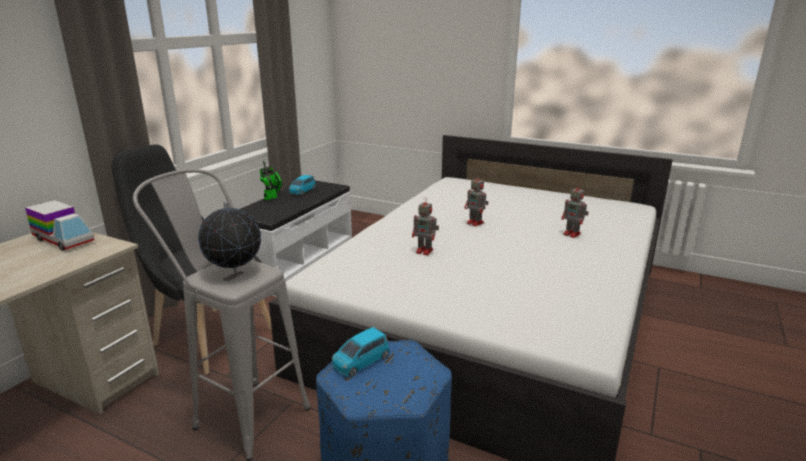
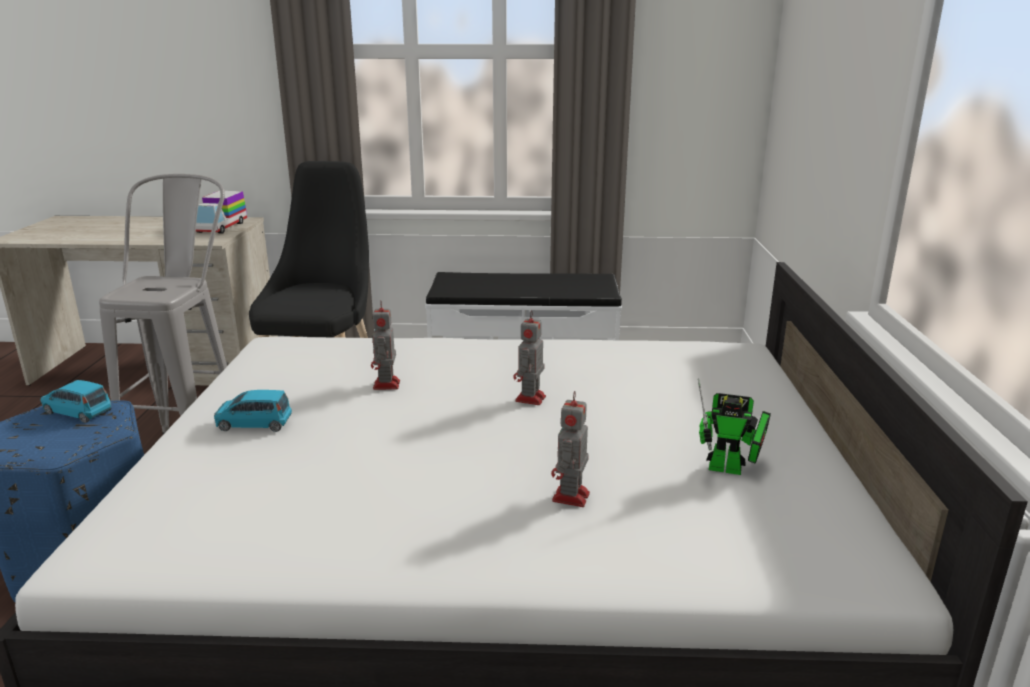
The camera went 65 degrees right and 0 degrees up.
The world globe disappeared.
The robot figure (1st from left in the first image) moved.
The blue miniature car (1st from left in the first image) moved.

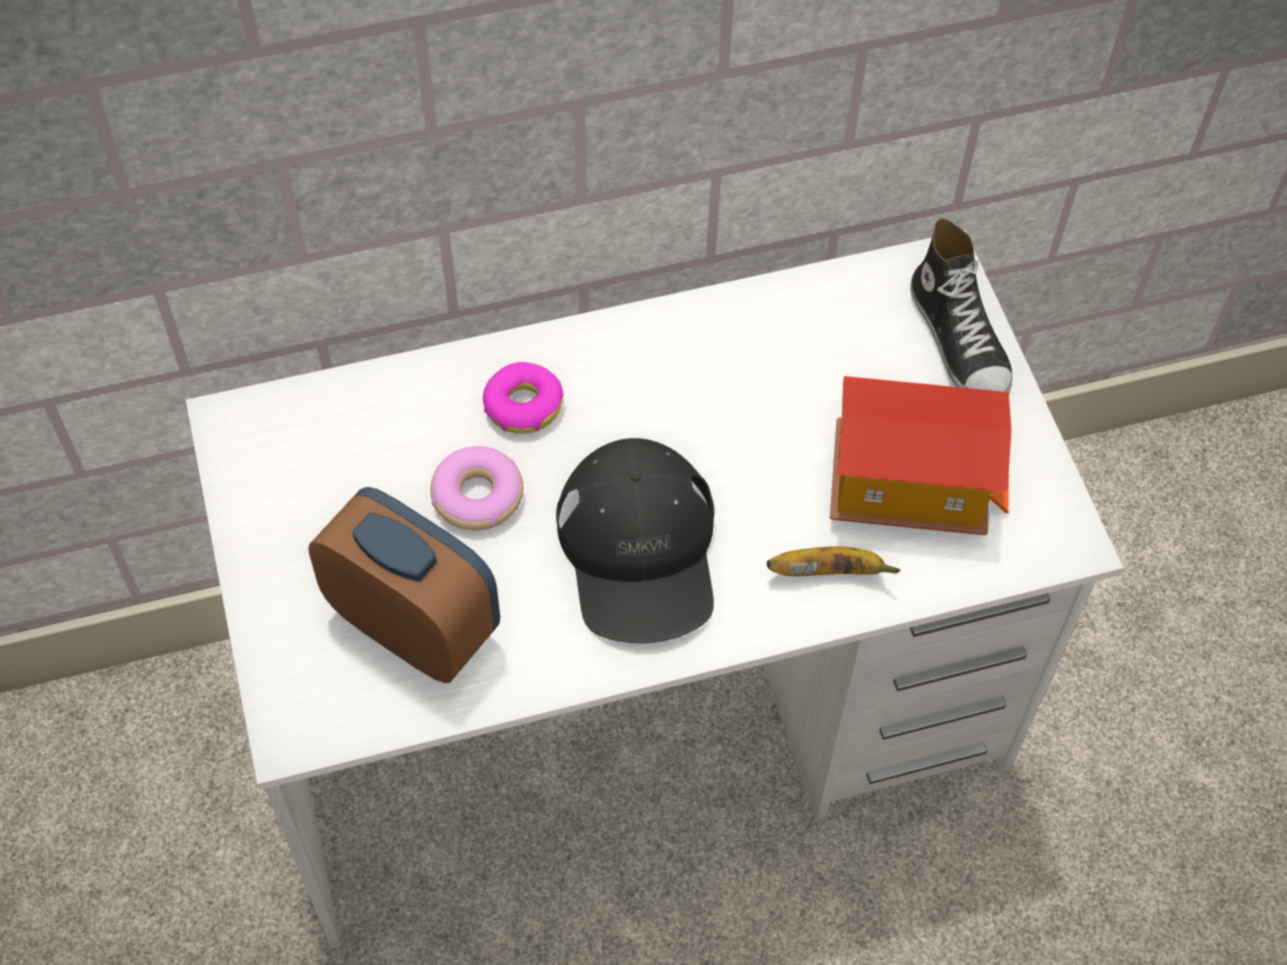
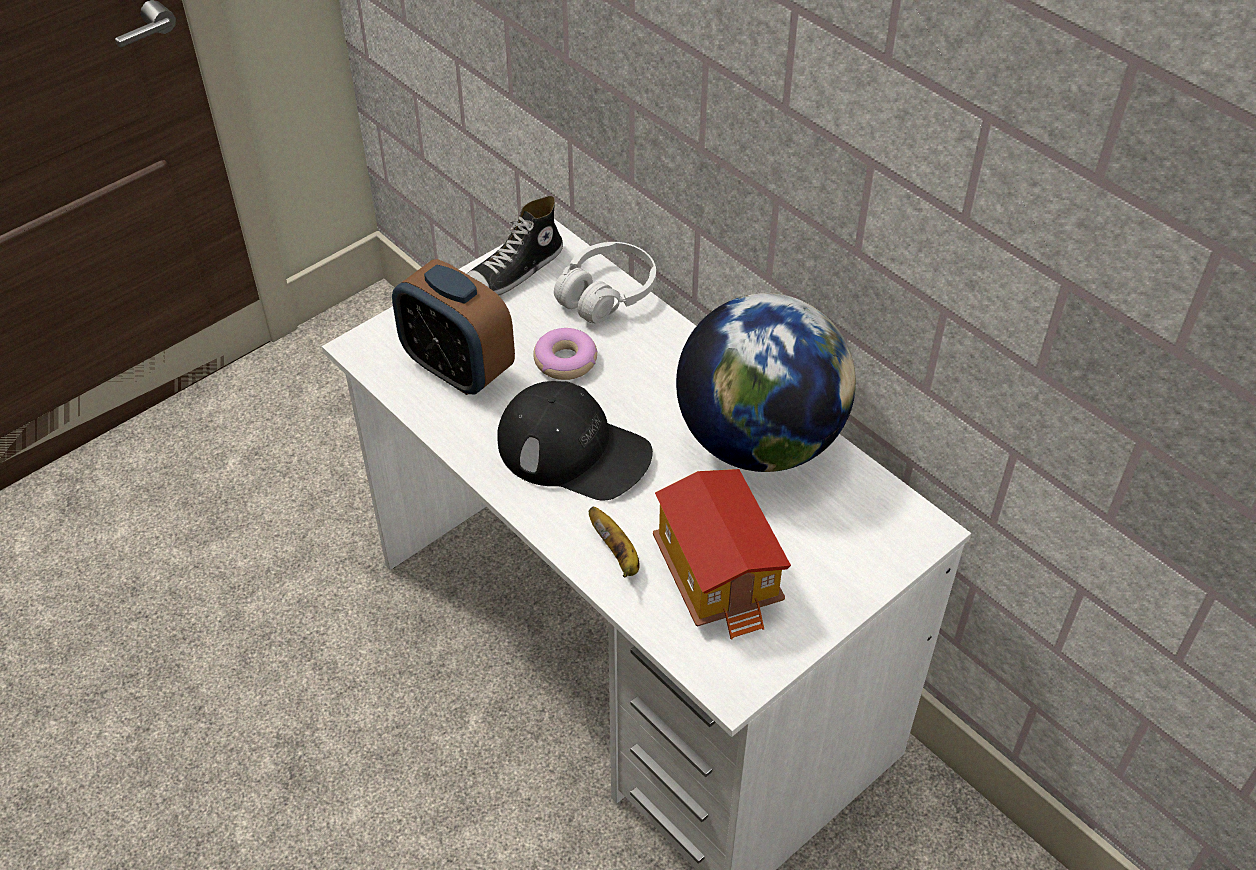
The camera went 65 degrees right and 10 degrees down.
The ring doughnut (2nd from left) disappeared.
The whitish headphones appeared.
The world globe appeared.
The low shoe moved.
The bedside clock turned 120 degrees clockwise.
The blackish peaked cap turned 120 degrees counterclockwise.

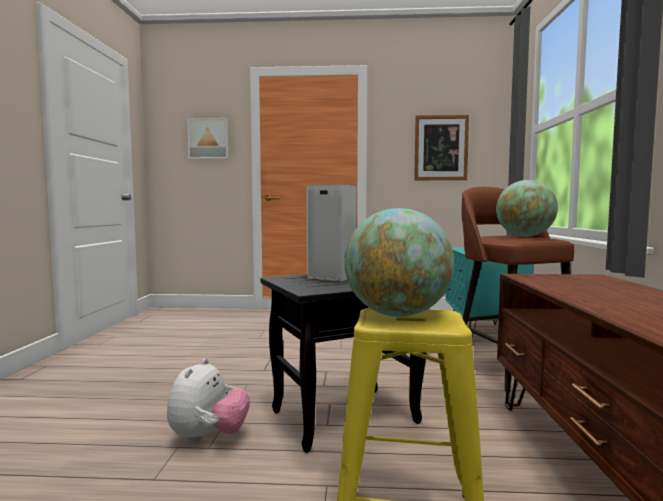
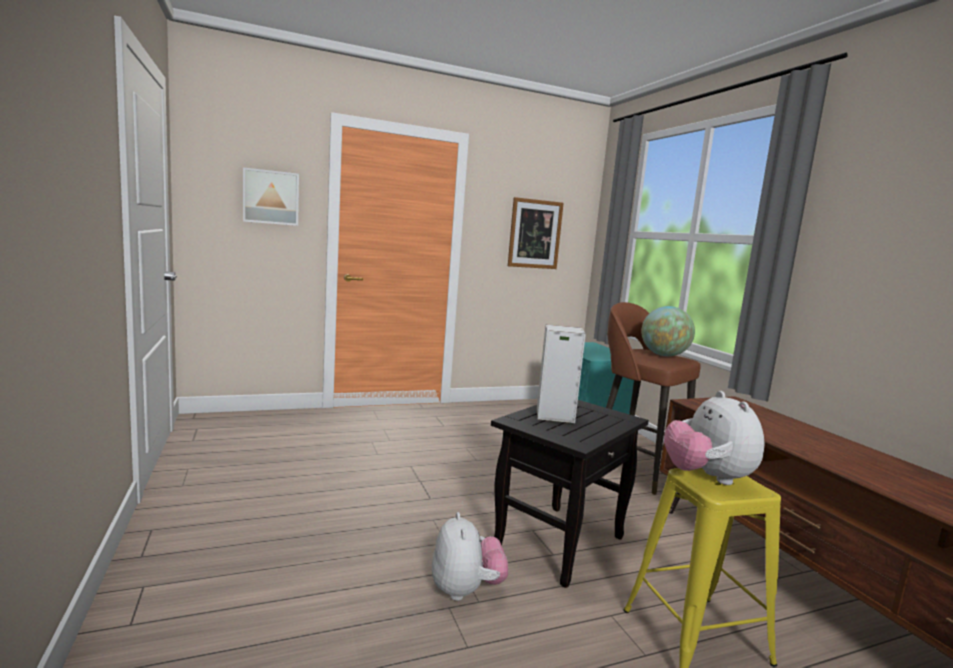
The camera went 25 degrees left and 5 degrees up.
The world globe (1st from left) was replaced by the soft toy (2nd from left).

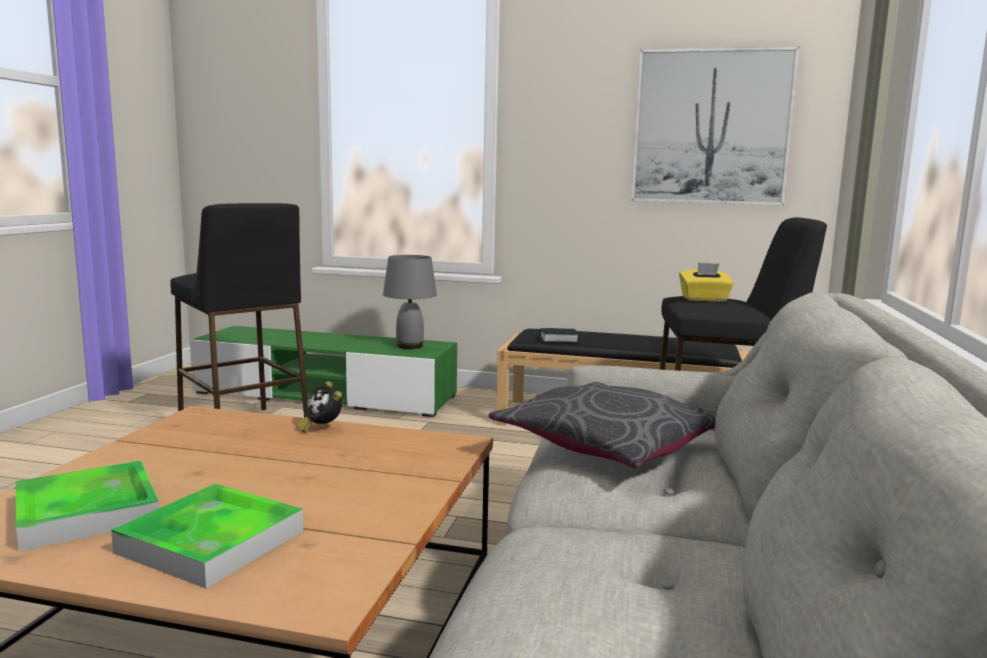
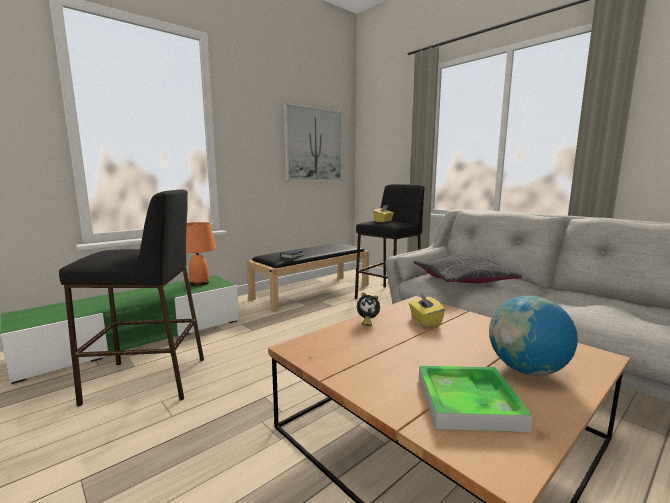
The camera went 55 degrees left and 0 degrees up.
The yellowish tissue holder (2nd from left) appeared.
The tray (2nd from left) was replaced by the world globe.
The gray lamp for a table became the orange-coloured lamp for a table.

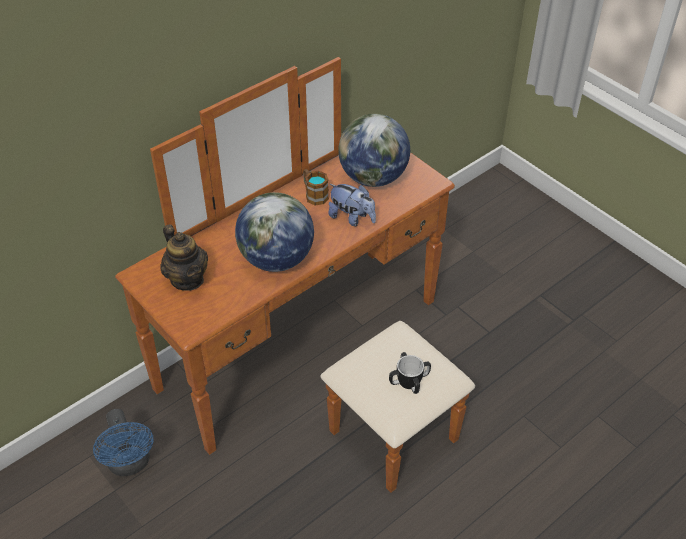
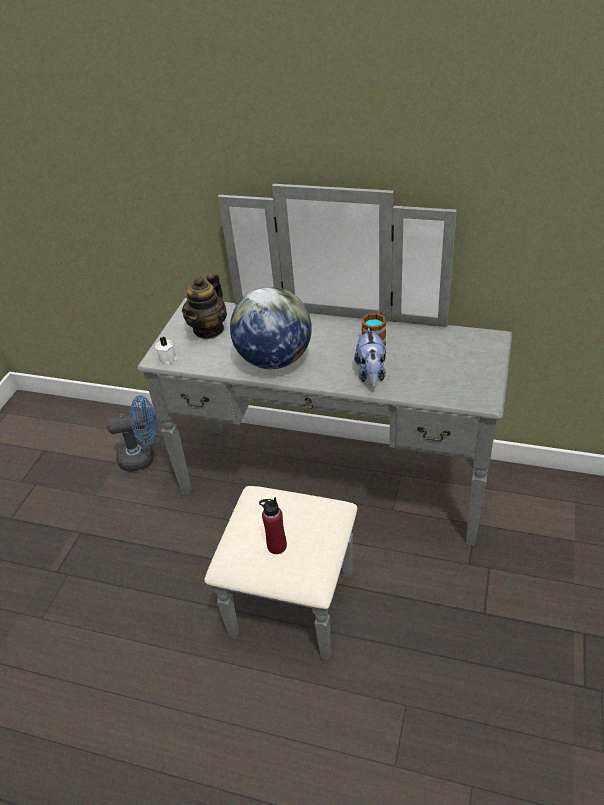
The camera went 60 degrees right and 5 degrees down.
The world globe (2nd from left) disappeared.
The whitish candle appeared.
The coffee mug (2nd from left) was replaced by the red-coloured drink bottle.
The brownish chest of drawers became the gray chest of drawers.
The blue electric fan turned 135 degrees counterclockwise.

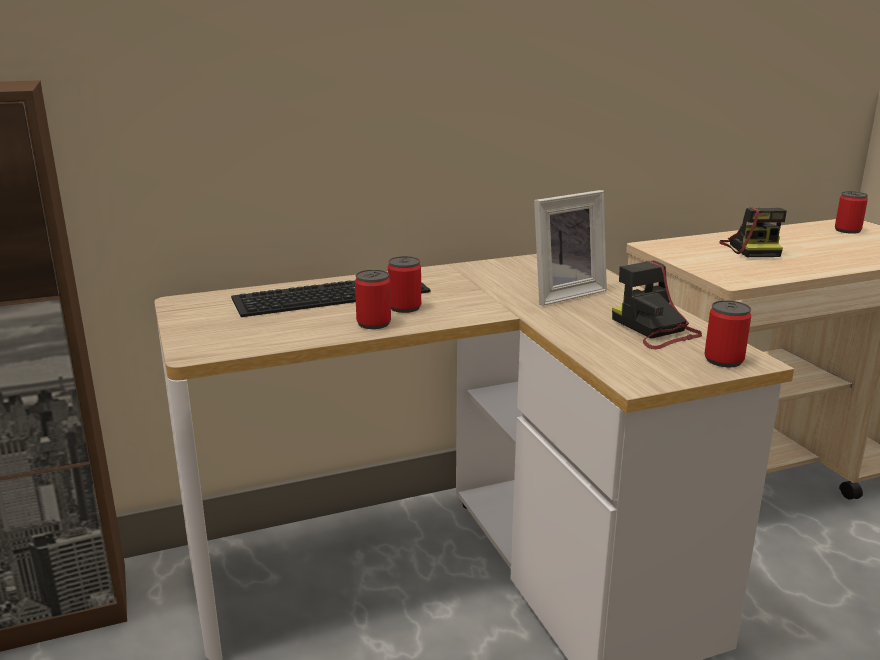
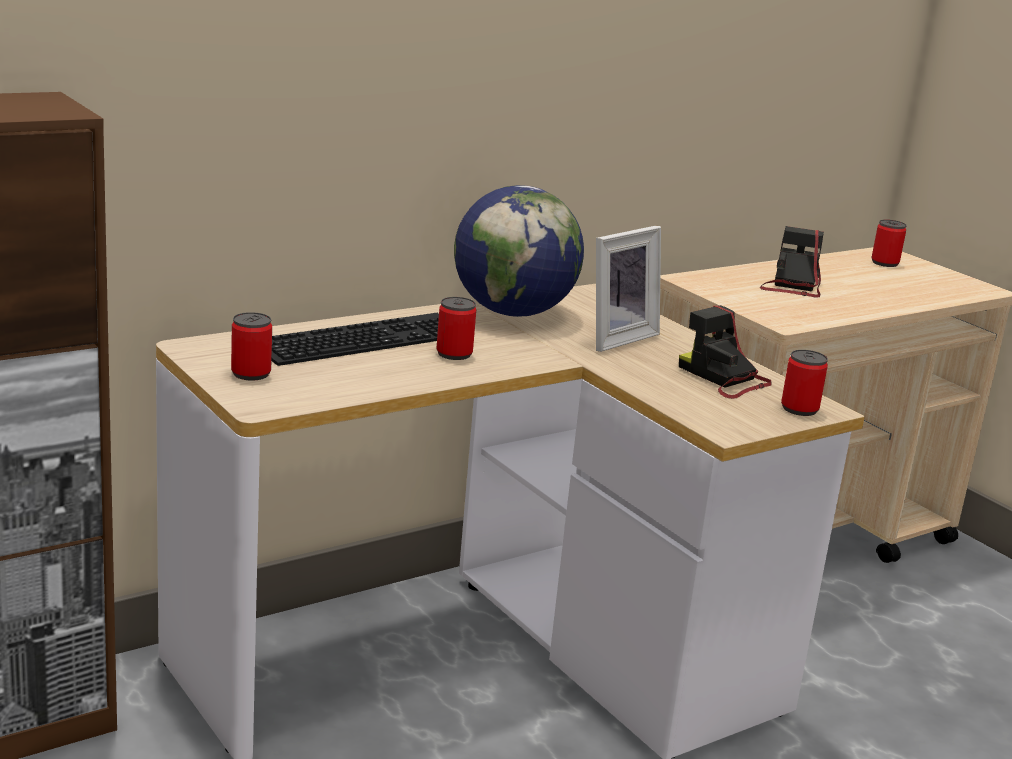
The camera went 15 degrees left and 0 degrees up.
The world globe appeared.
The can (1st from left) moved.
The photo camera (2nd from left) turned 150 degrees counterclockwise.

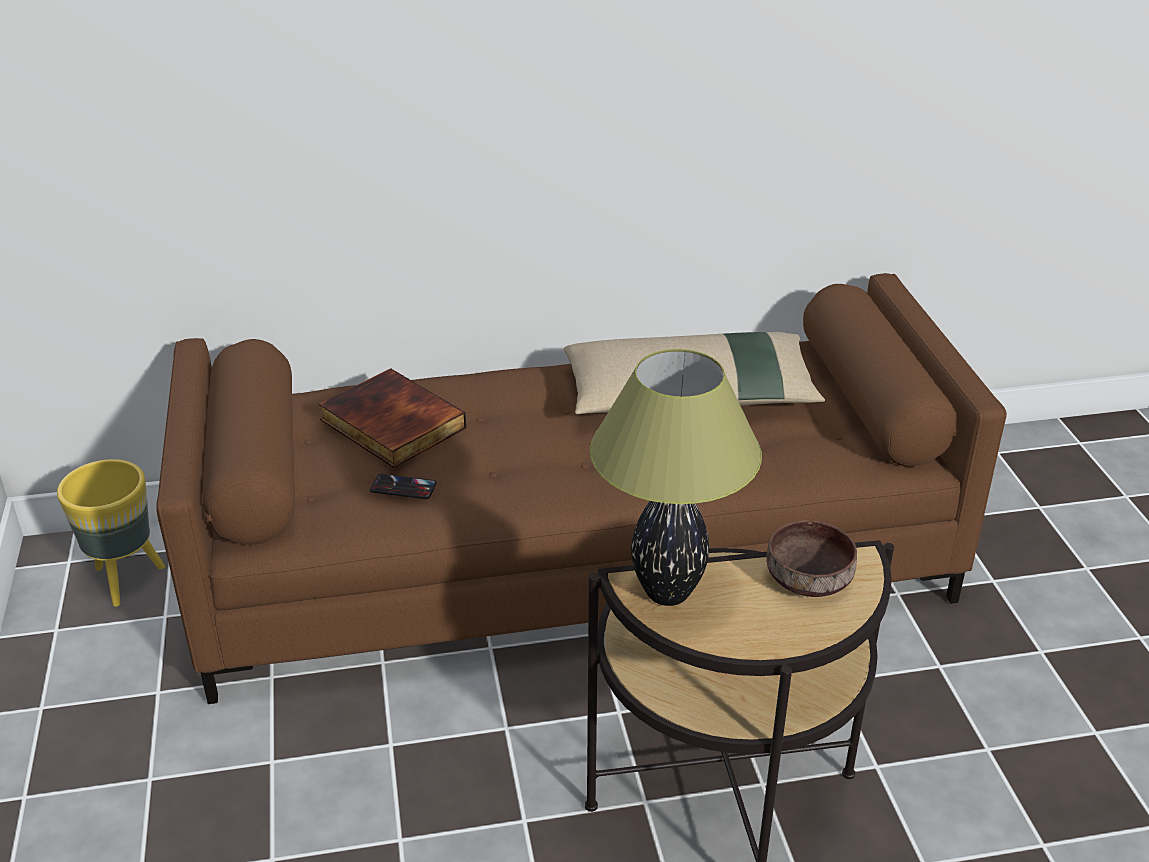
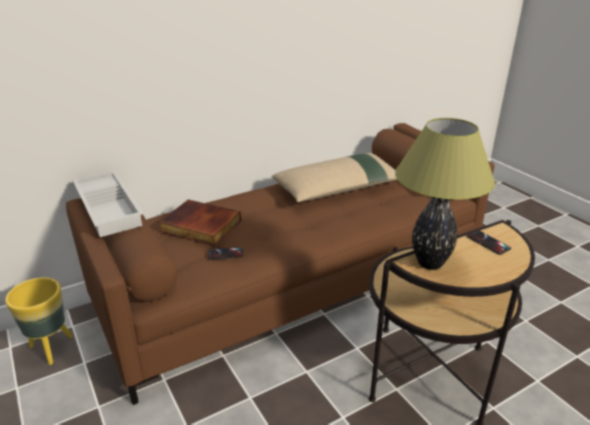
The camera went 20 degrees left and 5 degrees down.
The whitish tray appeared.
The brownish serving bowl was replaced by the telephone (2nd from left).

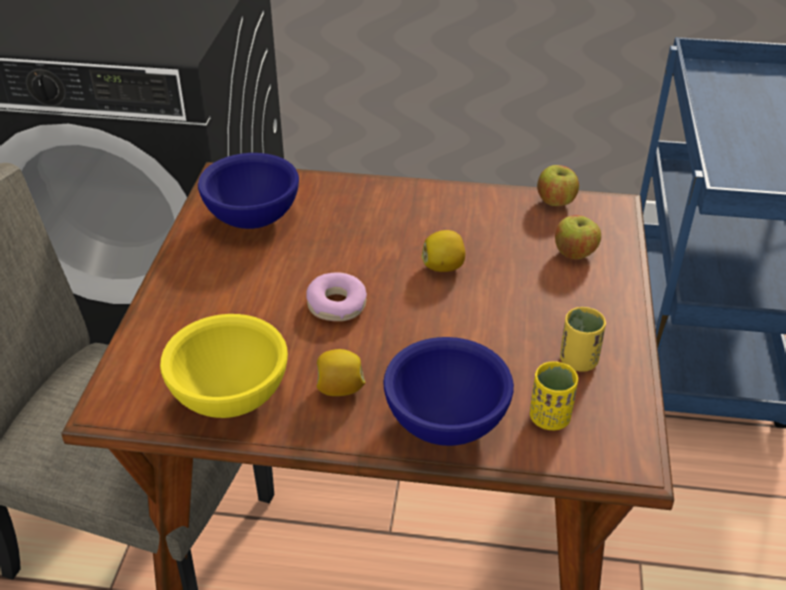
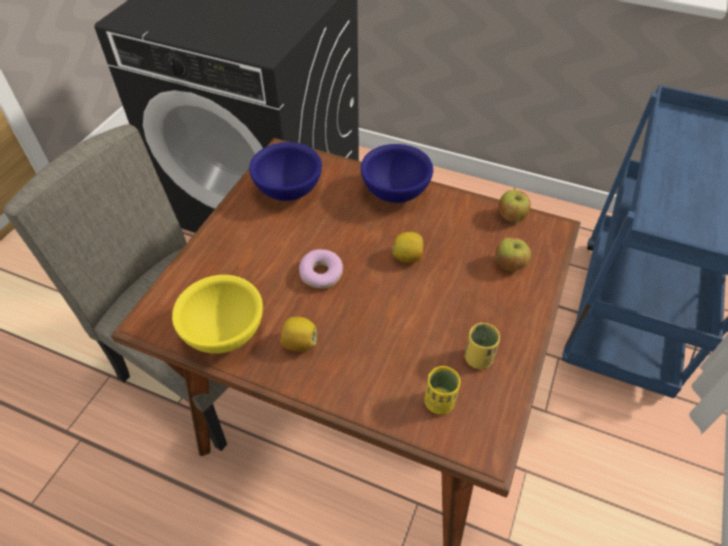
The camera went 15 degrees right and 10 degrees up.
The blue serving bowl (2nd from left) moved.

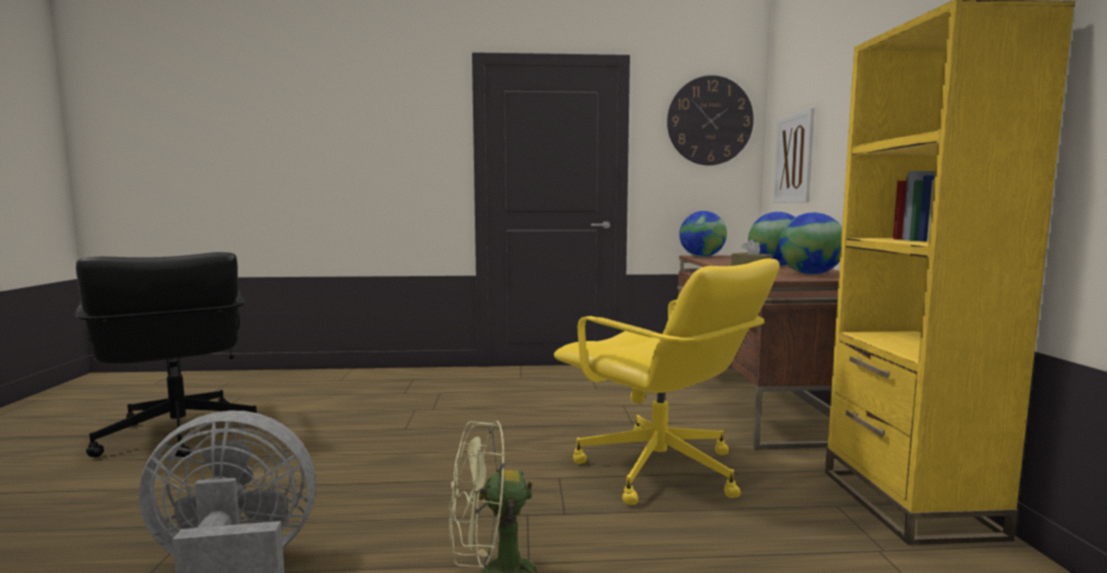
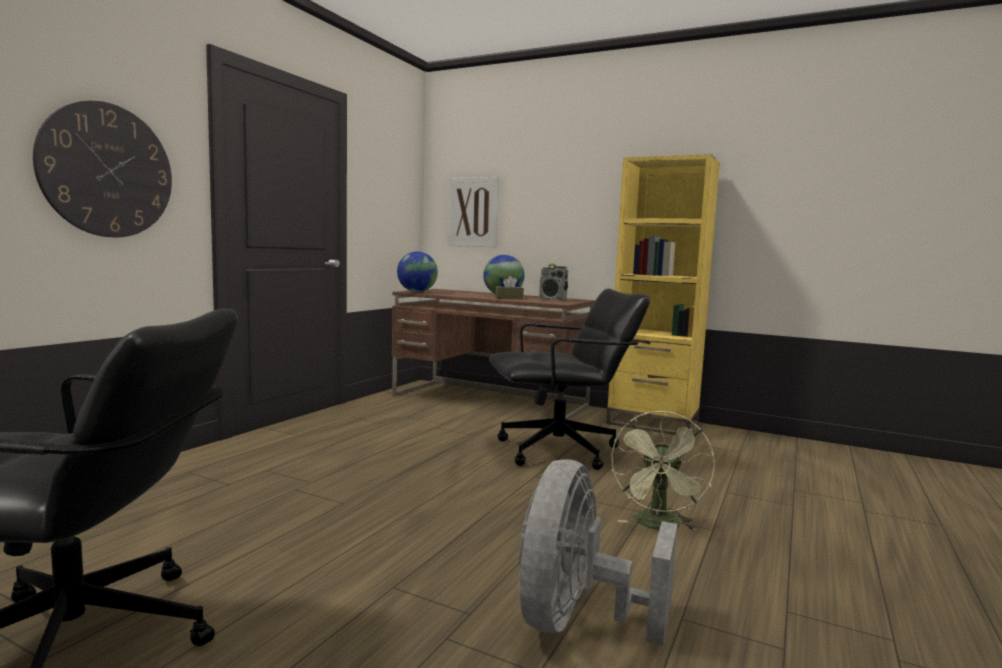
The camera went 60 degrees left and 0 degrees up.
The clock on the wall moved.
The world globe (3rd from left) was replaced by the radio set.
The yellowish computer chair became the blackish computer chair (2nd from left).

